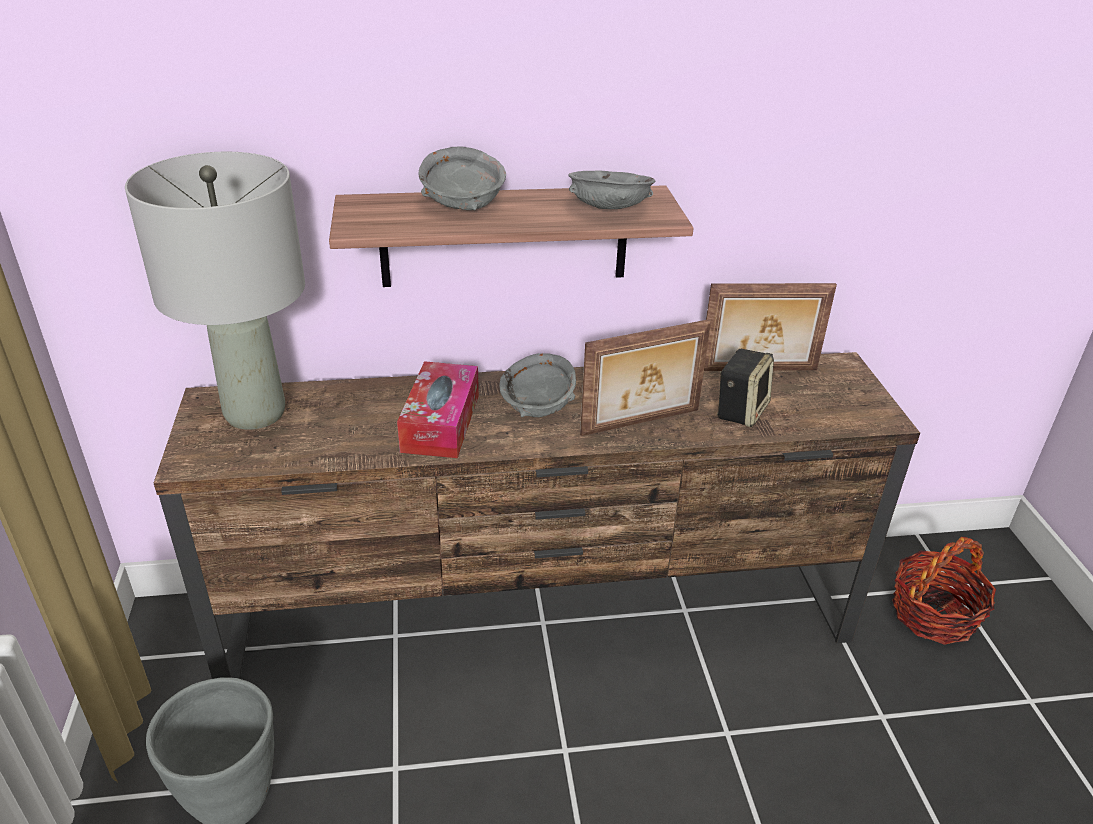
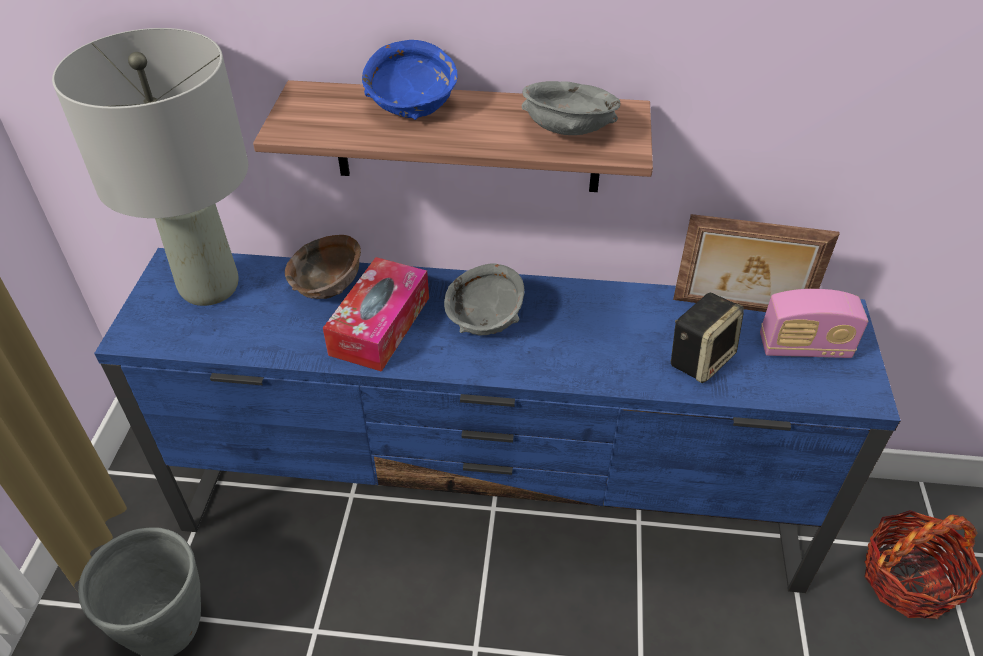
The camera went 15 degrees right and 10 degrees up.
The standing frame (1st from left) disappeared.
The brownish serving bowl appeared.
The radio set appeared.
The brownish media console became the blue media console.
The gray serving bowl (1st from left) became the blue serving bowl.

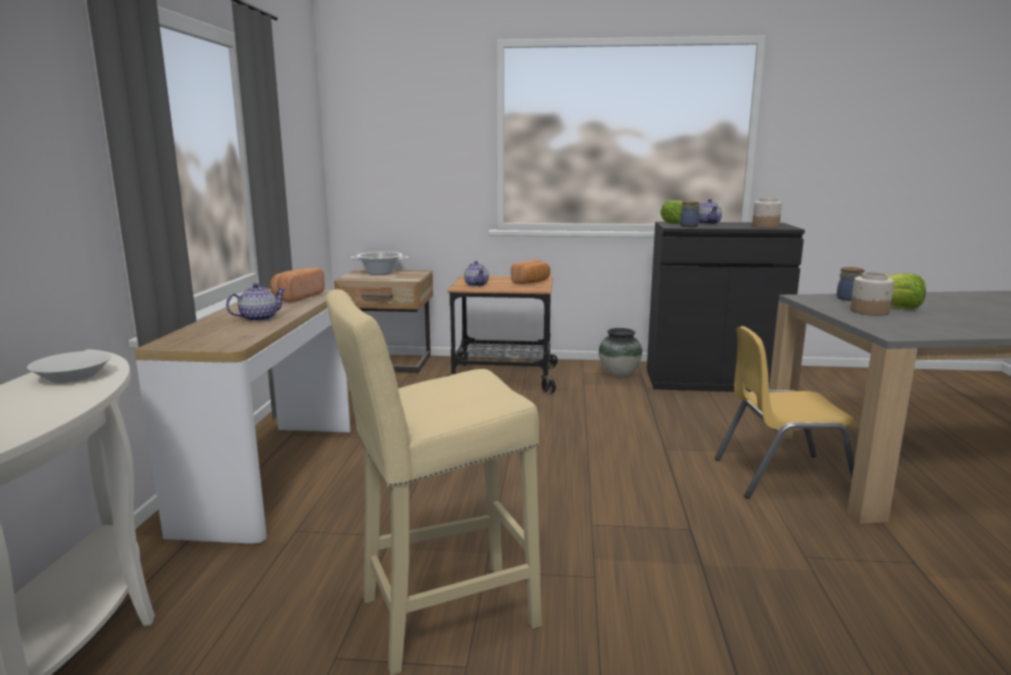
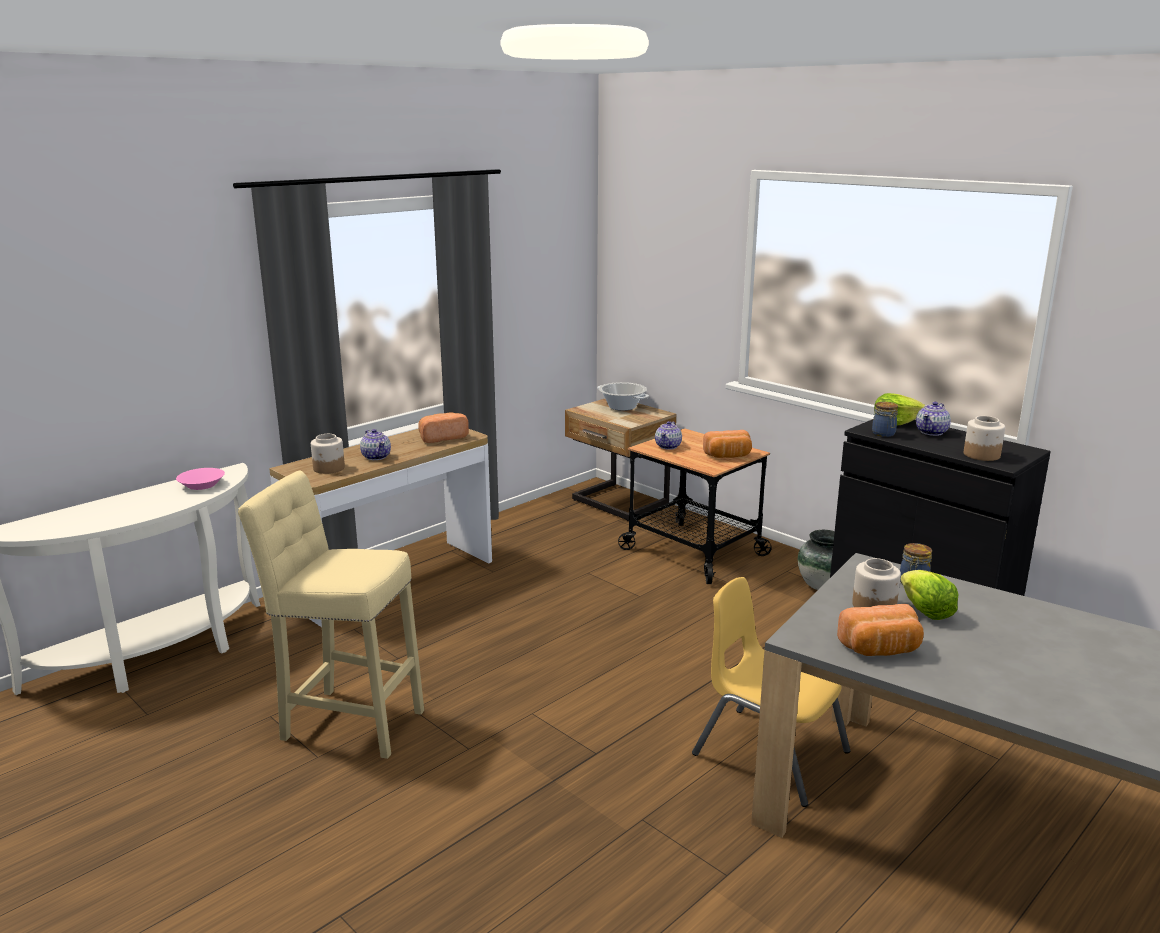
The camera went 40 degrees right and 5 degrees up.
The storage jar (1st from left) appeared.
The bakery bread (3rd from left) appeared.
The whitish serving bowl became the pinkish serving bowl.
The pot for tea (1st from left) turned 60 degrees clockwise.

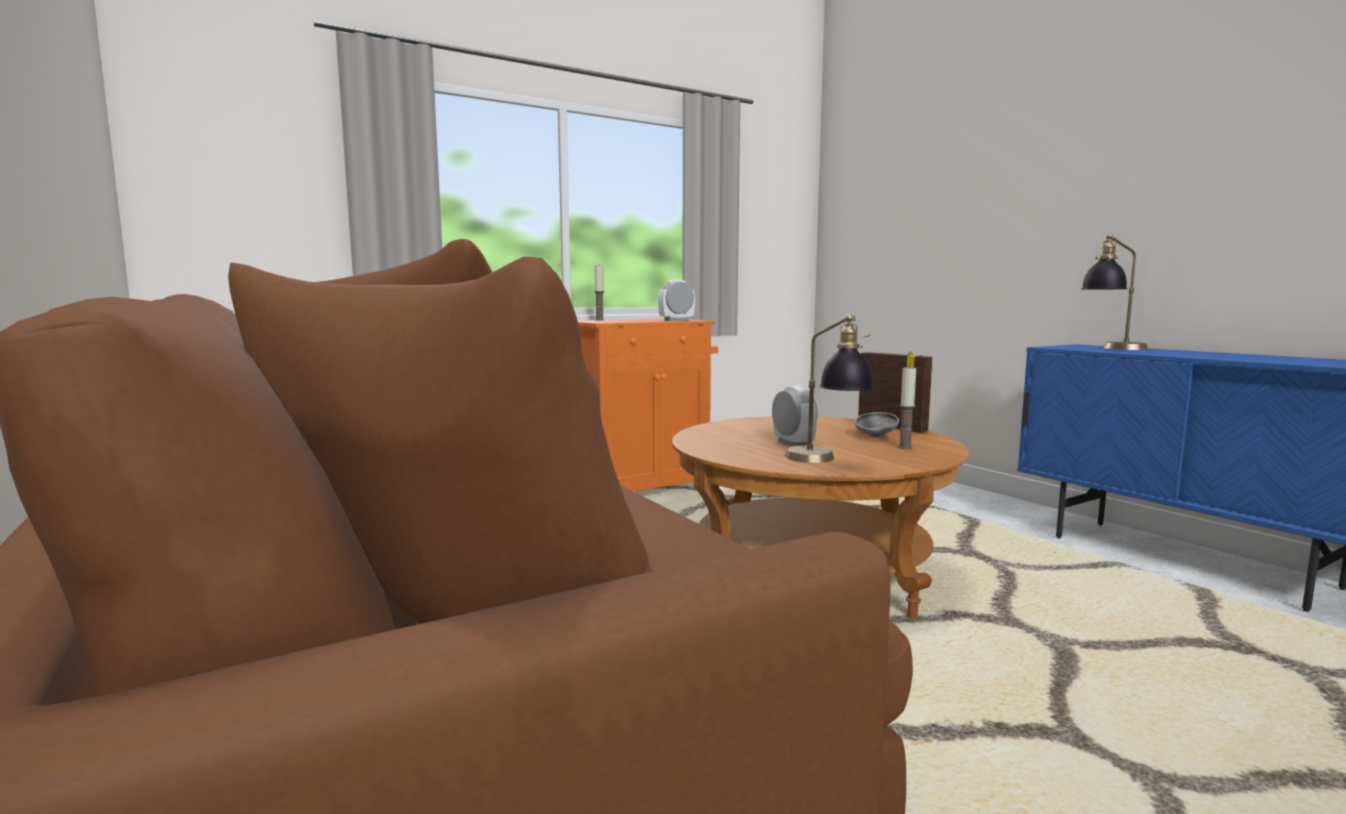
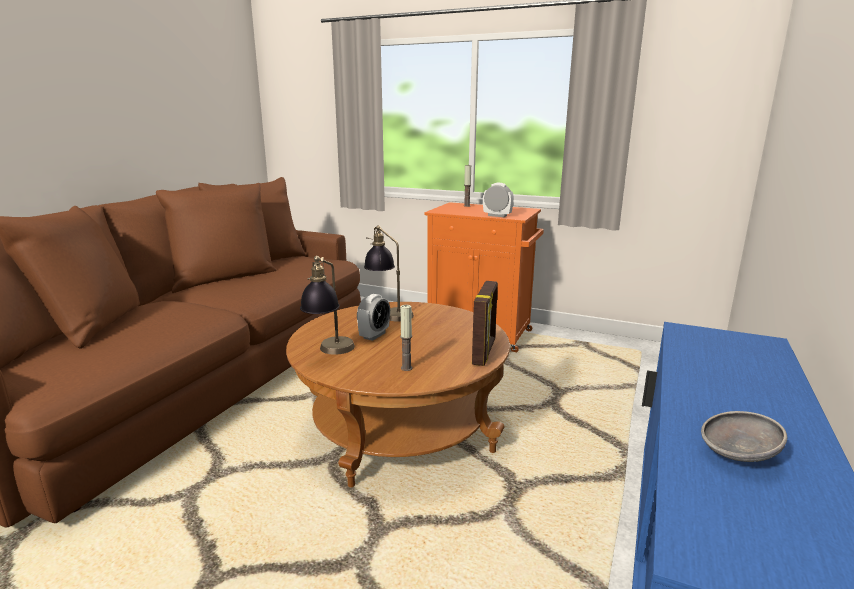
The camera went 55 degrees right and 10 degrees up.
The gray serving bowl moved.
The lamp for a table (2nd from left) moved.

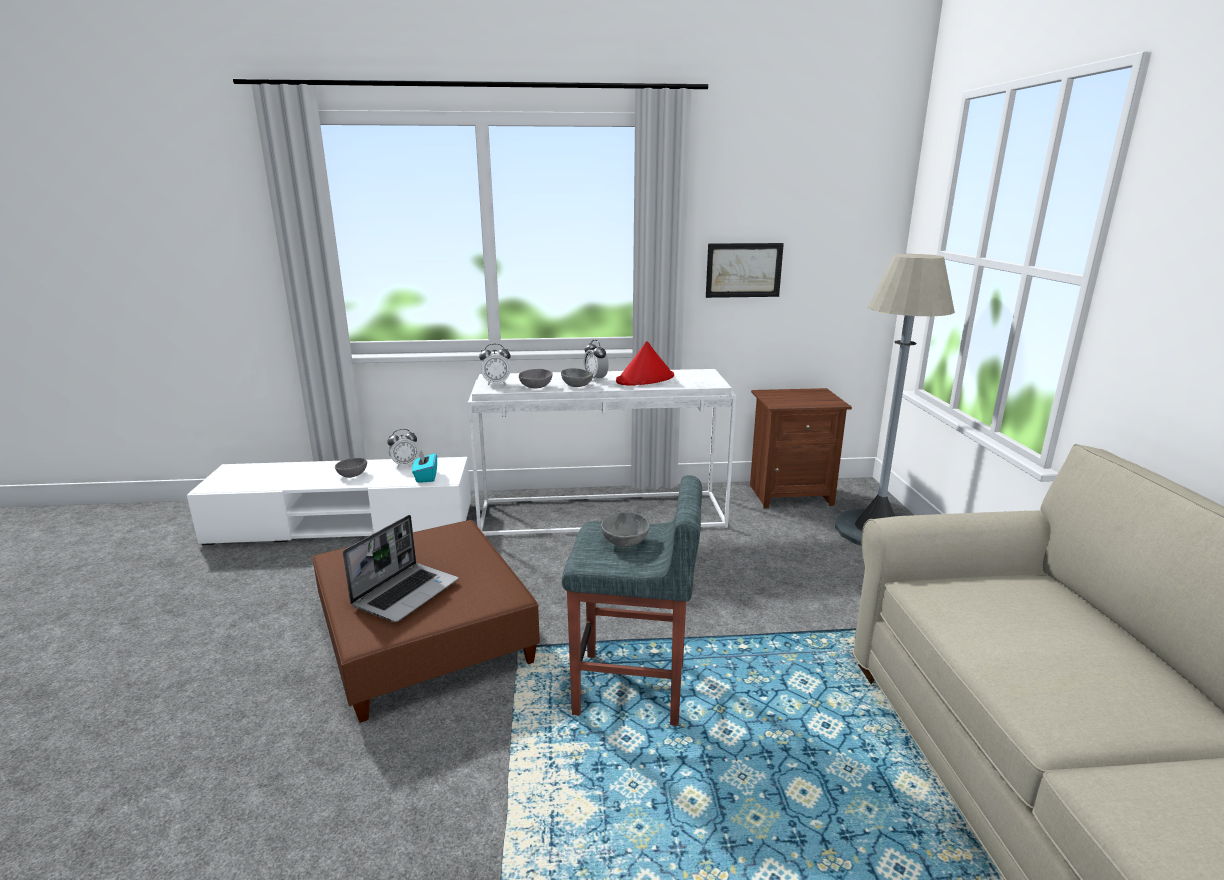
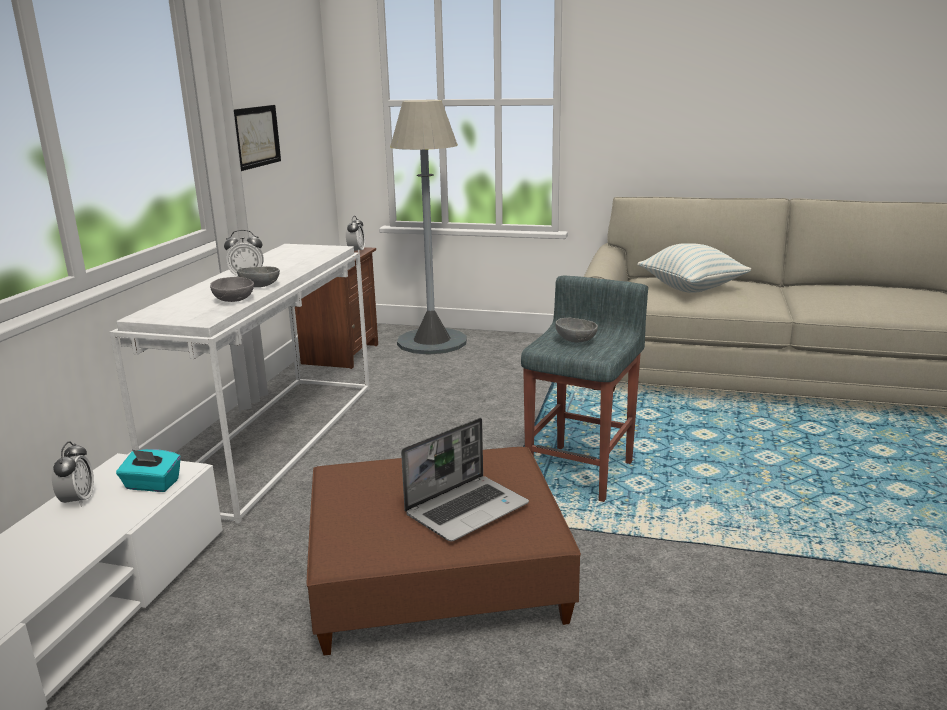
The camera went 70 degrees left and 0 degrees up.
The gray serving bowl (1st from left) disappeared.
The red-coloured clothing hat disappeared.
The pillow appeared.
The bedside clock (2nd from left in the first image) moved.
The laptop turned 90 degrees clockwise.

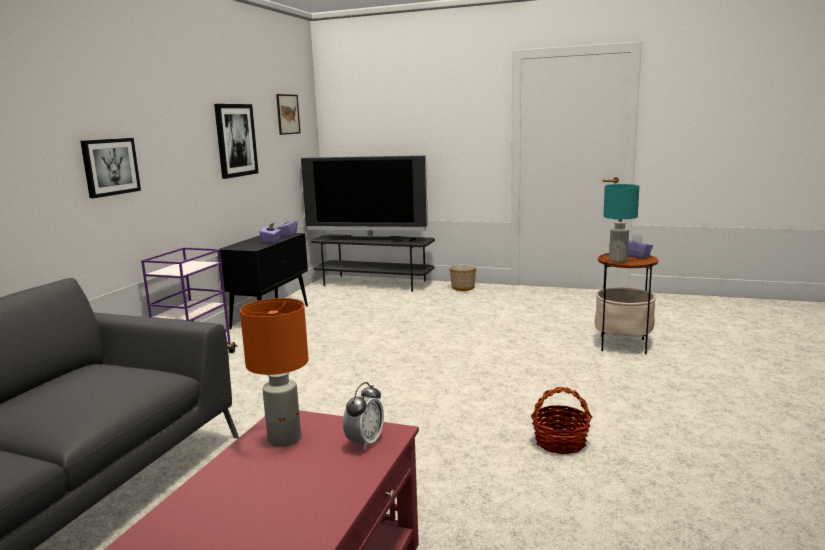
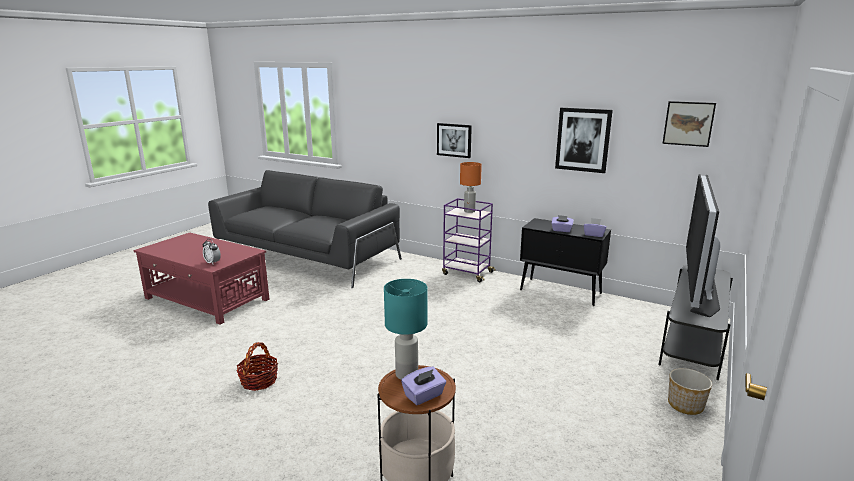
The camera went 100 degrees right and 5 degrees up.
The orange-coloured lamp for a table moved.

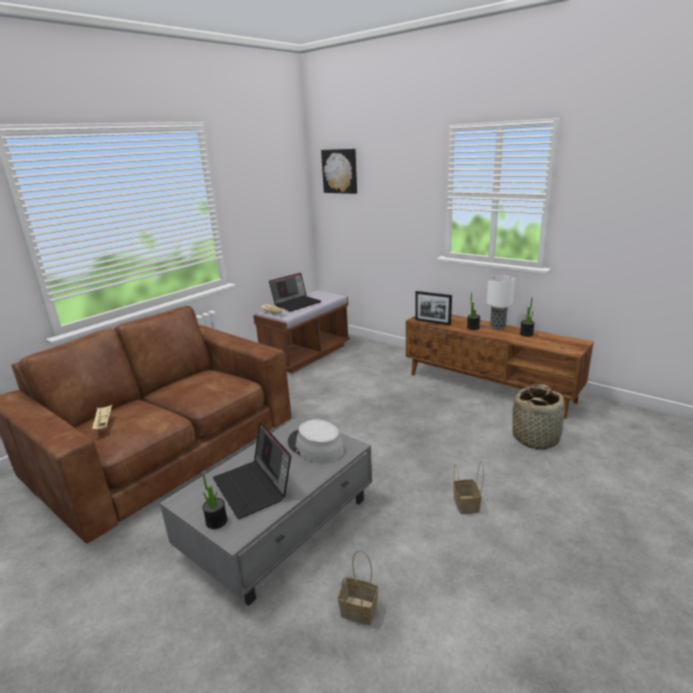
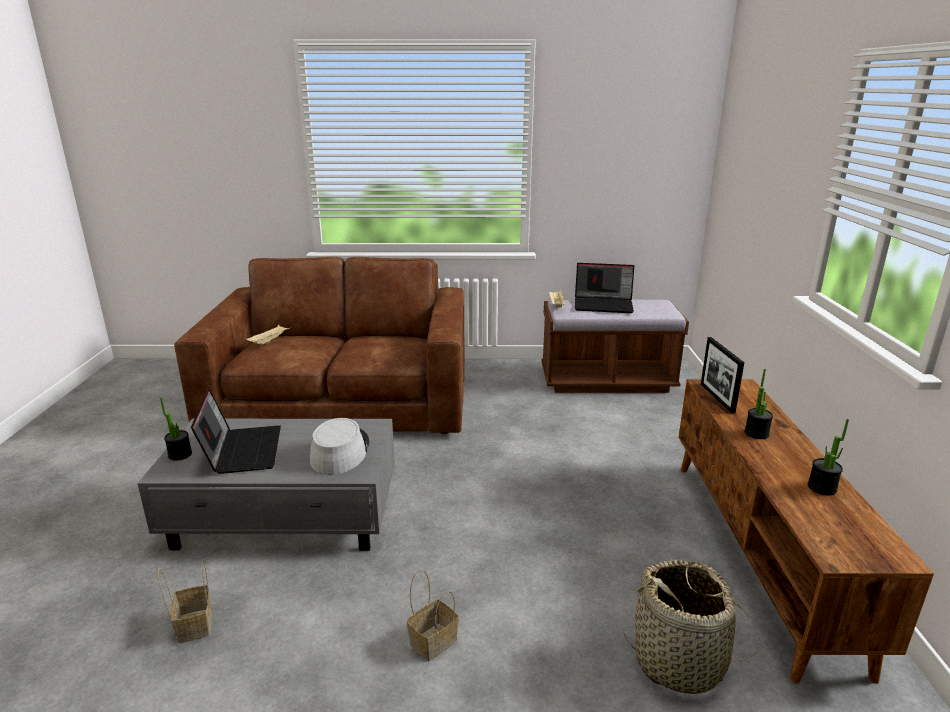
The camera went 50 degrees right and 0 degrees up.
The wall picture disappeared.
The lamp for a table disappeared.
The laptop (1st from left) turned 150 degrees clockwise.

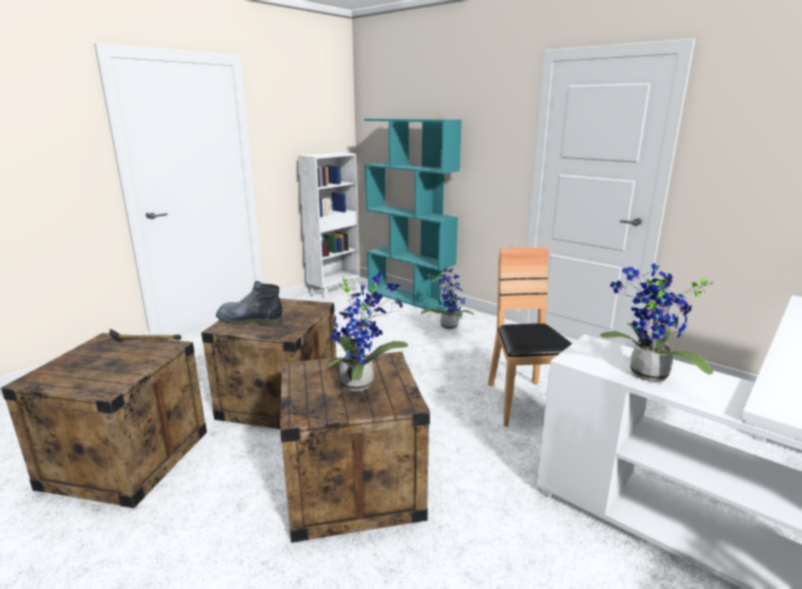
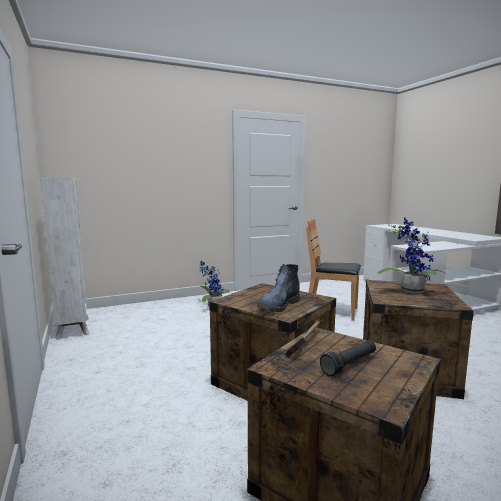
The camera went 65 degrees left and 10 degrees down.
The turquoise-coloured bookcase disappeared.
The potted plant (3rd from left) disappeared.
The blackish flashlight appeared.

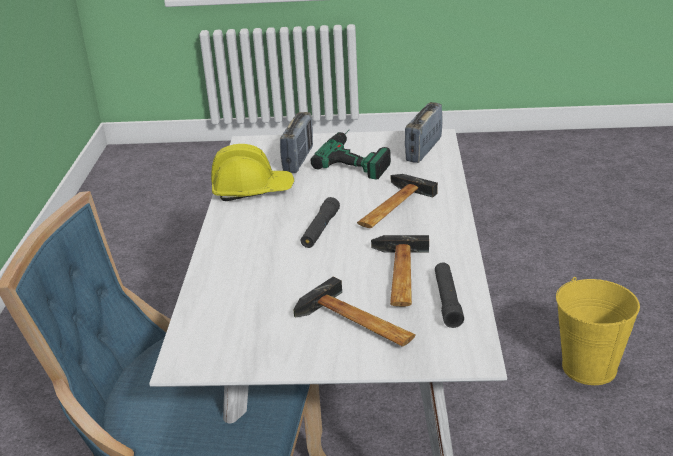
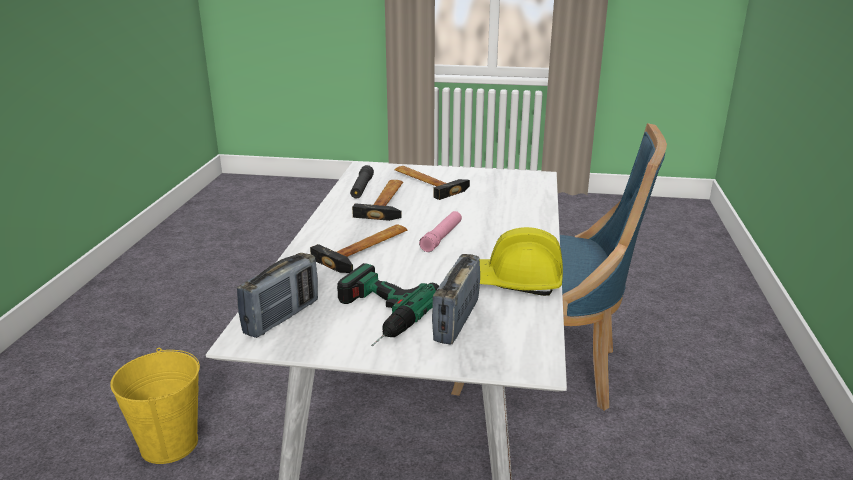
The camera went 175 degrees left and 5 degrees down.
The blackish flashlight (1st from left) became the pinkish flashlight.

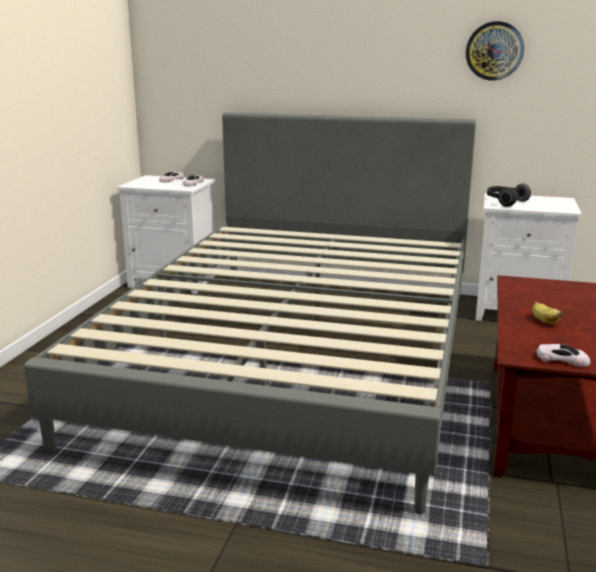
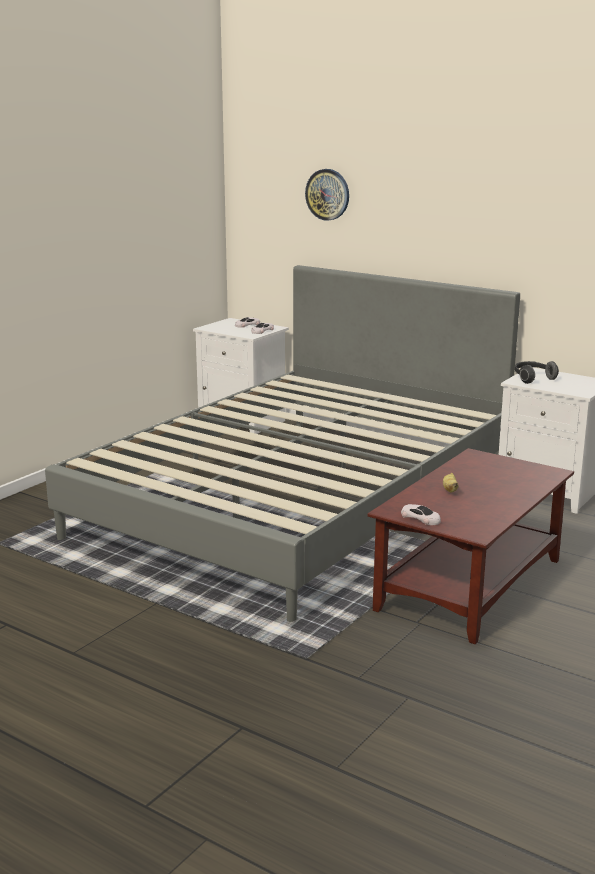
The camera went 20 degrees right and 0 degrees up.
The clock on the wall moved.

